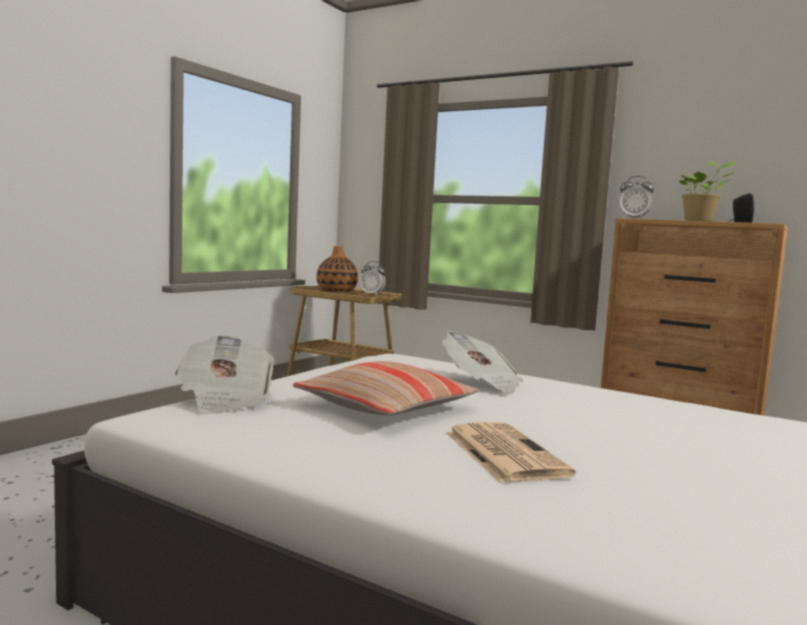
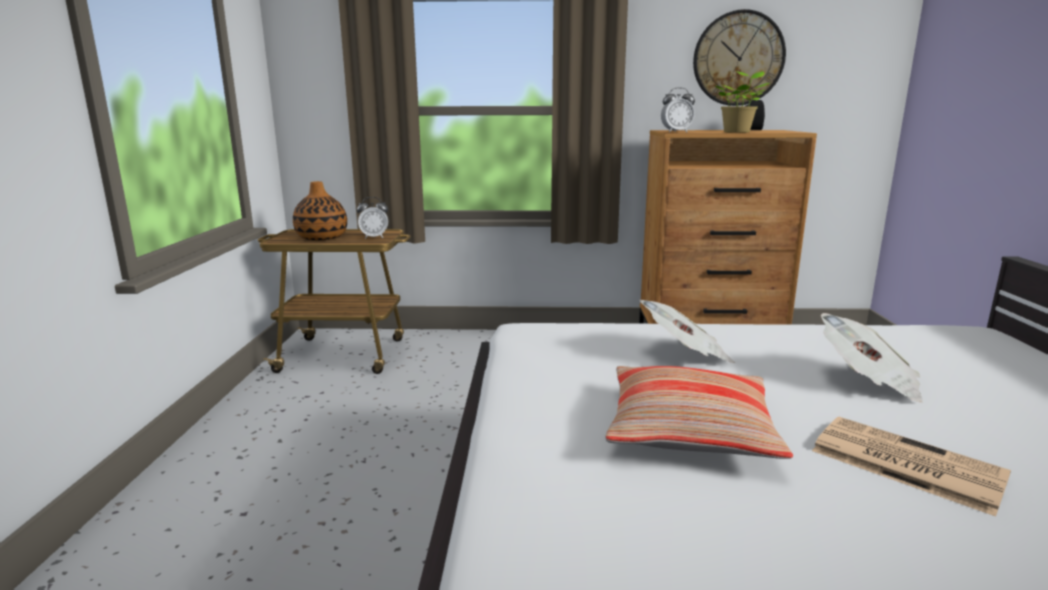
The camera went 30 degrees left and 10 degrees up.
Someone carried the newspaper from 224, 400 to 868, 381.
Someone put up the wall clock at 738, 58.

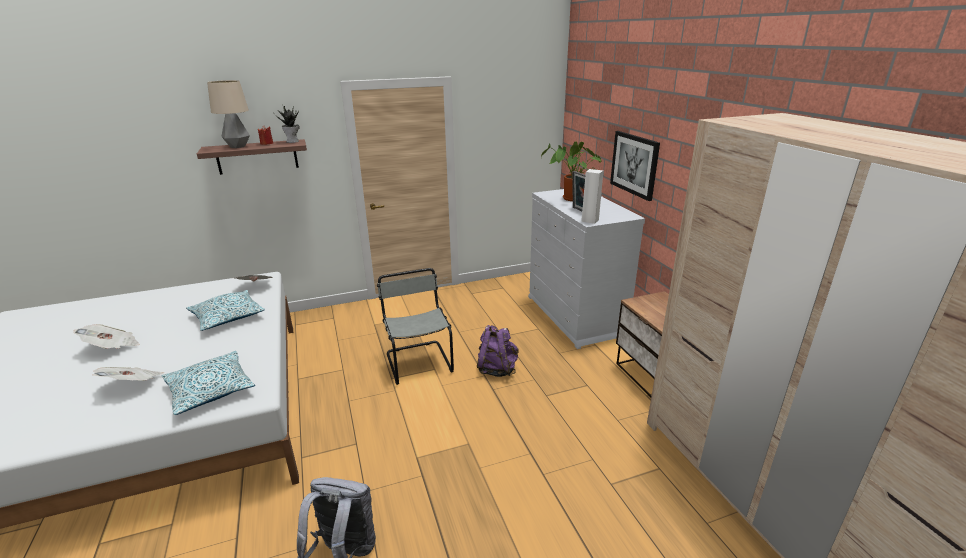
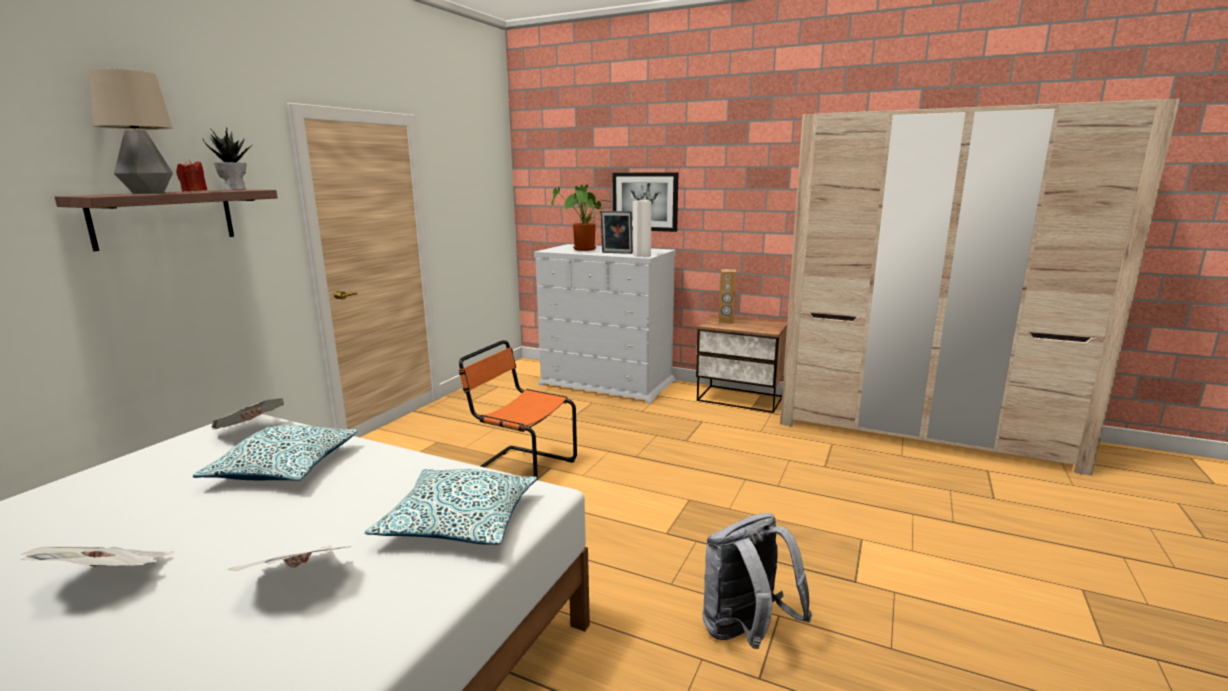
The camera went 45 degrees left and 10 degrees down.
Someone repainted the grey plain chair at 418, 361, which became the orange-coloured plain chair at 519, 469.
Someone took away the purple-coloured backpack at 497, 369.
Someone put down the brown-coloured speaker at 726, 322.

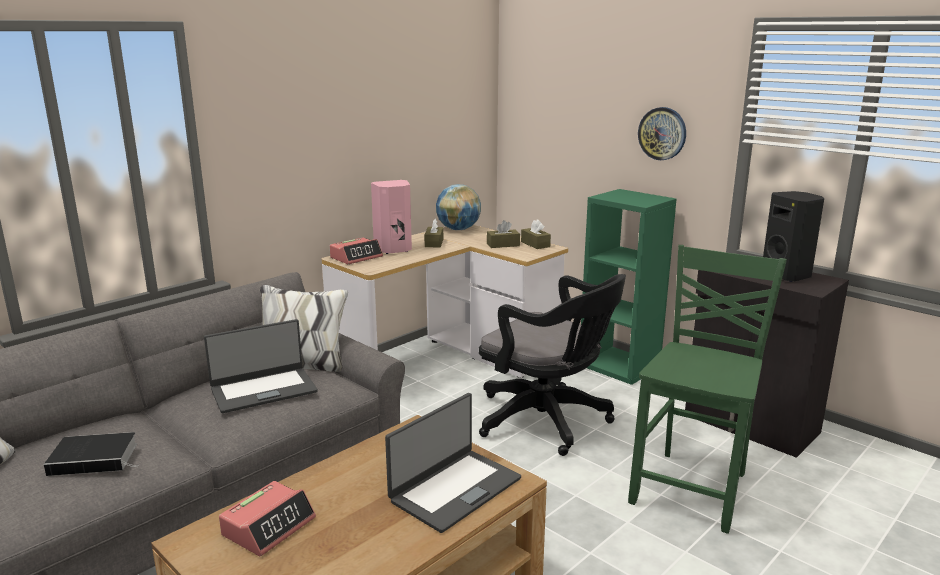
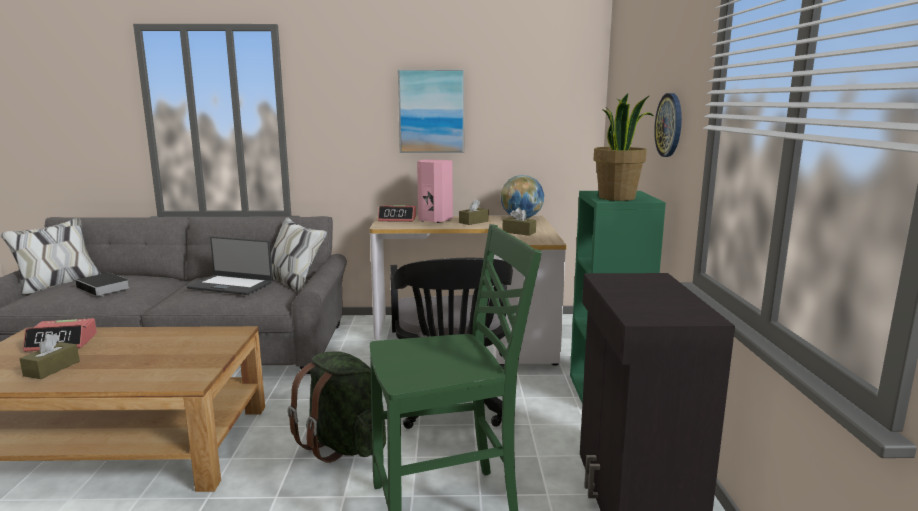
The camera went 45 degrees right and 5 degrees down.
Someone took away the laptop at 454, 489.
Someone carried the brown-coloured box of tissues from 535, 244 to 52, 368.
Someone took away the blackish speaker at 787, 275.
Someone put down the greenish backpack at 344, 445.
Someone put up the picture at 431, 111.
Someone put down the potted plant at 617, 198.

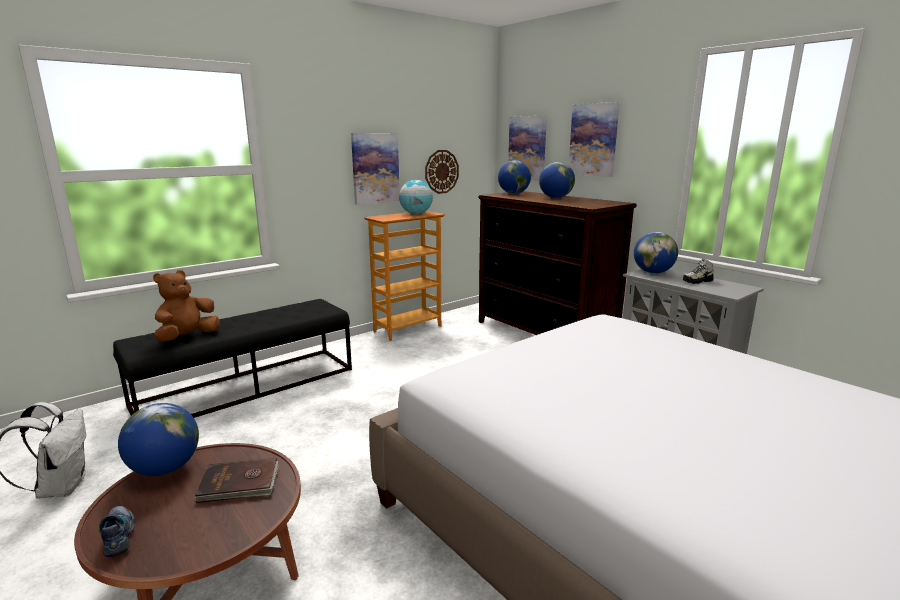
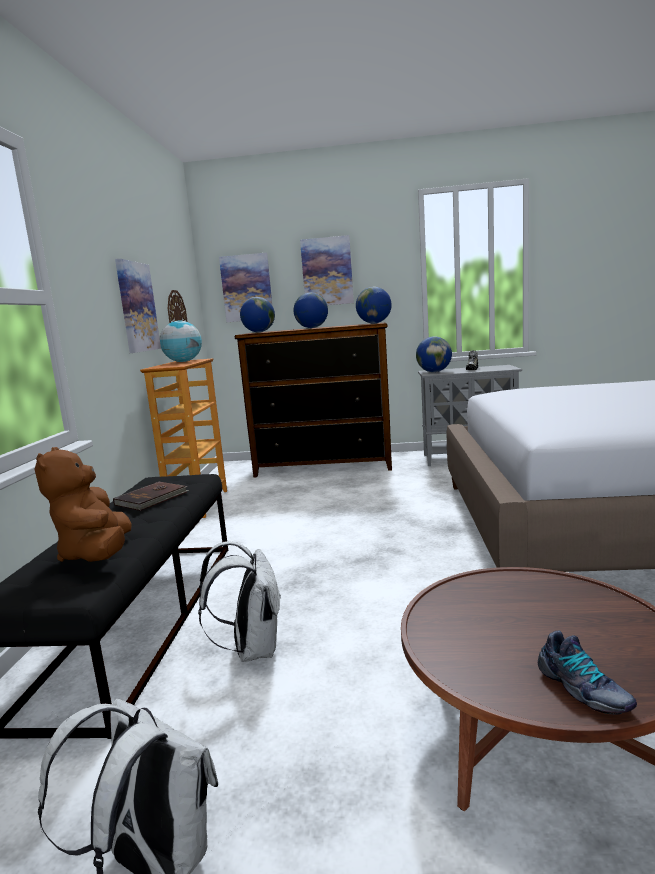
The camera went 45 degrees left and 5 degrees down.
Someone rotated the shoe at 119, 534 by 135 degrees counterclockwise.
Someone carried the globe from 165, 469 to 374, 323.
Someone carried the brown-coloured volume from 239, 483 to 152, 498.
Someone put down the white backpack at 252, 649.

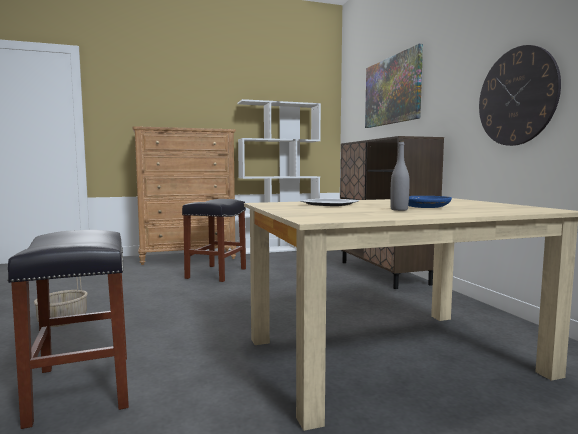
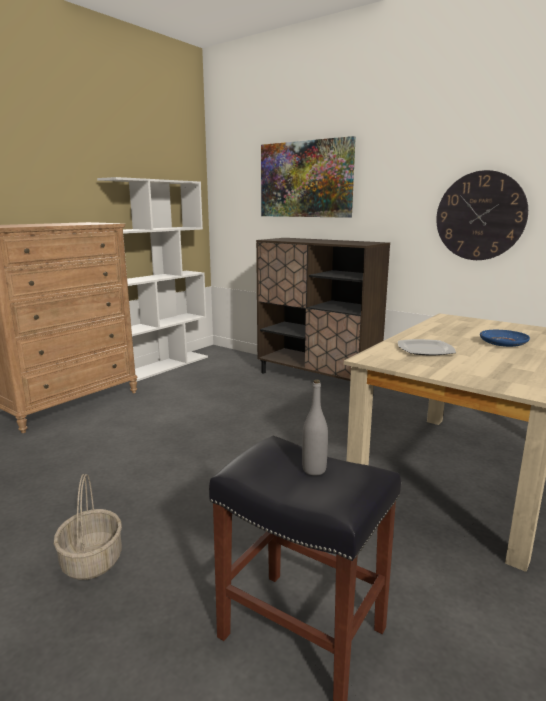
The camera went 35 degrees left and 10 degrees up.
Someone took away the blackish stool at 216, 273.
Someone carried the grey bottle from 399, 210 to 314, 470.

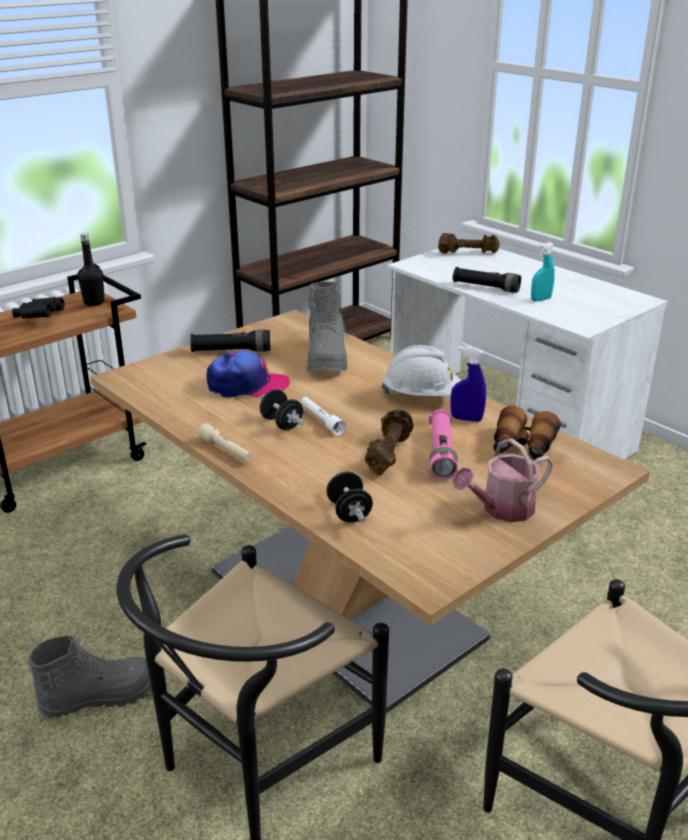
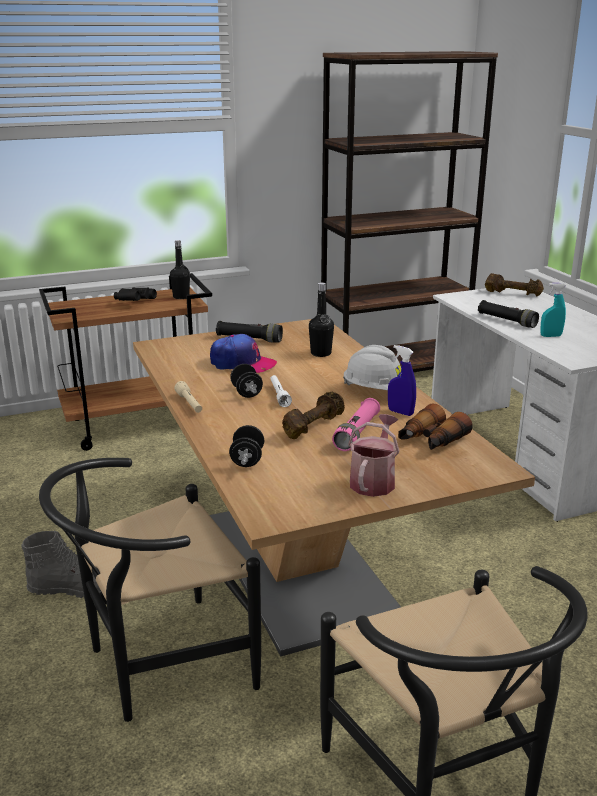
The camera went 20 degrees right and 5 degrees down.
Someone swapped the grey boot at 326, 358 for the blackish bottle at 321, 353.
Someone rotated the watering can at 502, 509 by 120 degrees clockwise.

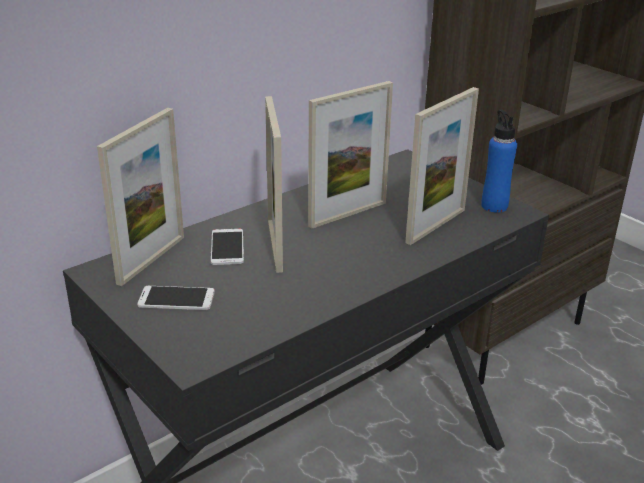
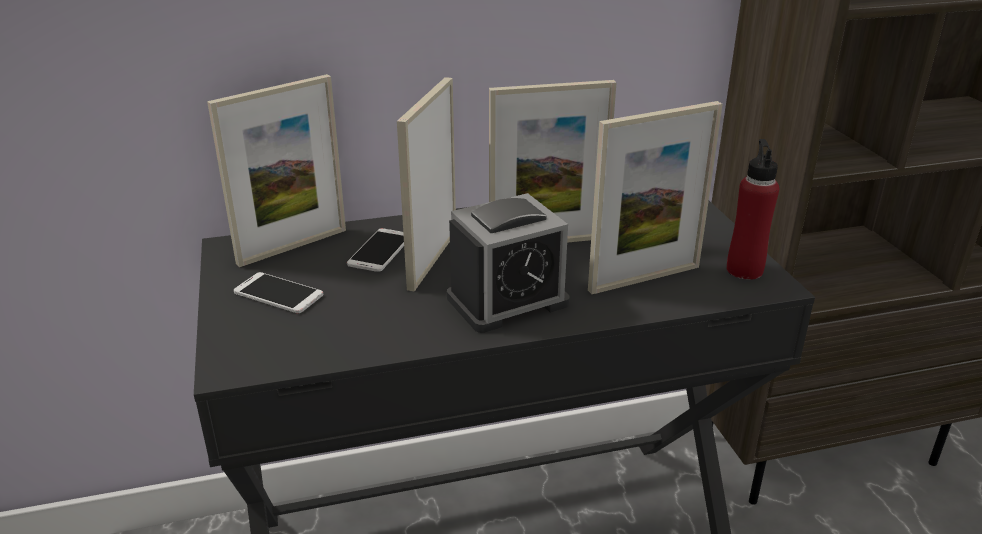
The camera went 25 degrees right and 0 degrees up.
Someone repainted the bluish bottle at 494, 206, which became the red bottle at 744, 270.
Someone put down the bedside clock at 507, 301.

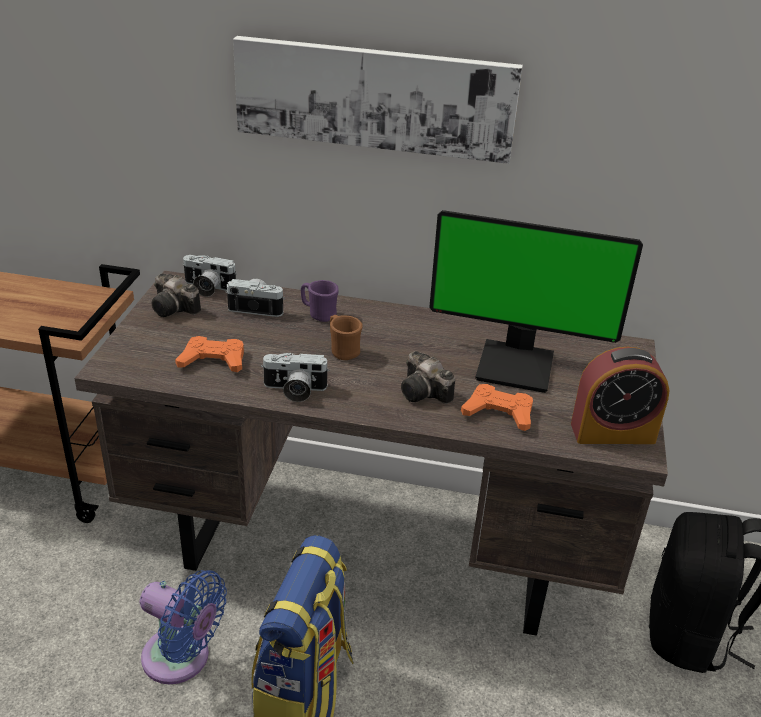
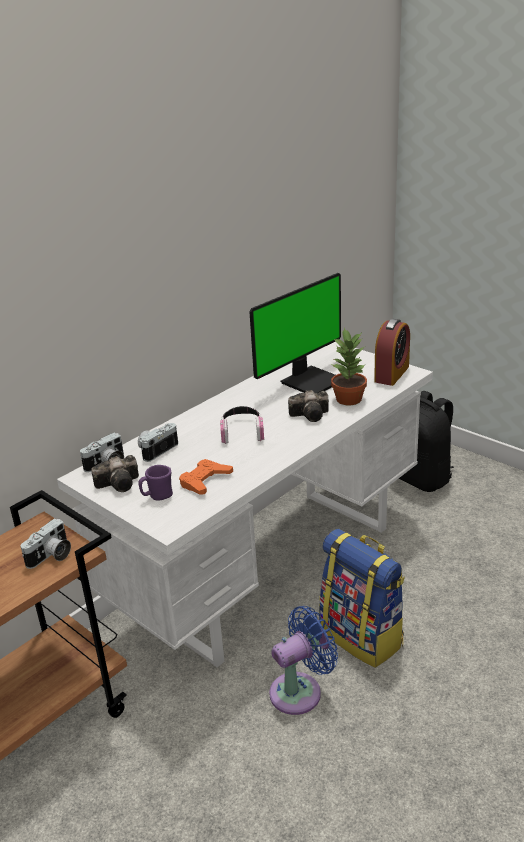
The camera went 55 degrees left and 5 degrees down.
Someone repainted the brown-coloured desk unit at 373, 547, which became the white desk unit at 271, 567.
Someone took away the picture at 374, 97.
Someone carried the still camera from 294, 390 to 51, 556.
Someone carried the purple-coloured tea mug from 319, 314 to 157, 496.
Someone swapped the brown-coloured tea mug at 342, 351 for the headphones at 242, 431.
Someone swapped the orange-coloured game controller at 499, 413 for the potted plant at 349, 399.

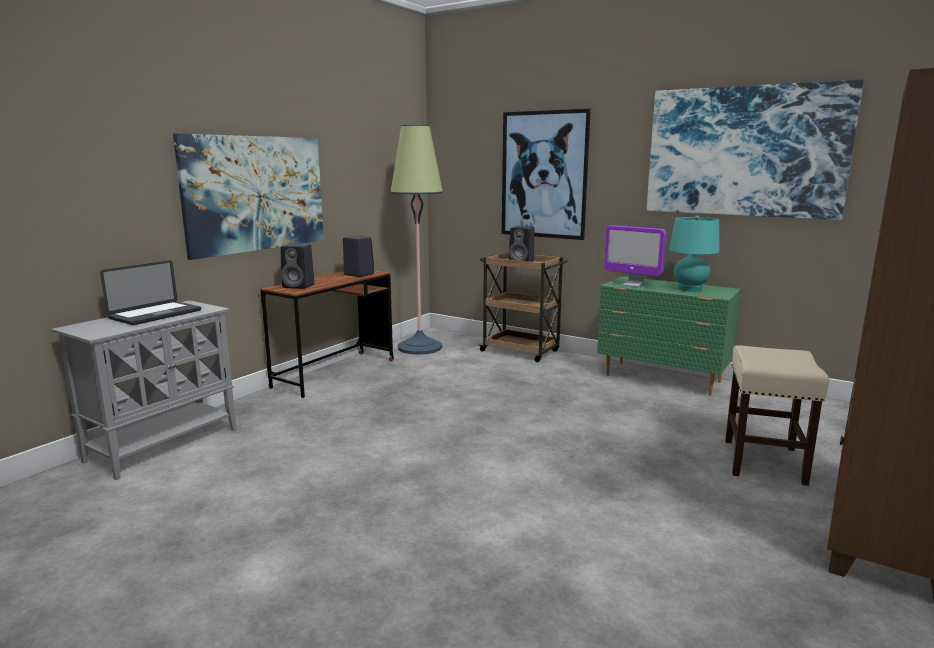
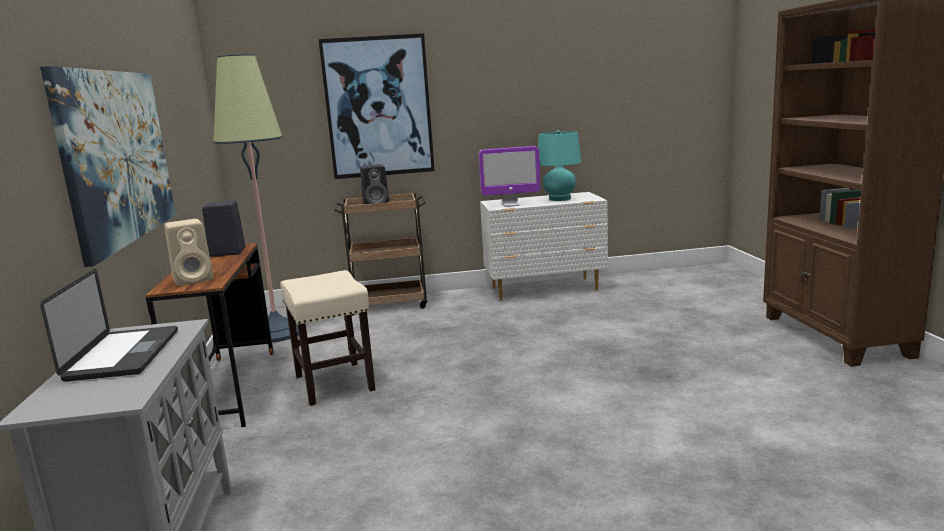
The camera went 40 degrees left and 0 degrees up.
Someone repainted the blackish speaker at 299, 286, which became the sand-coloured speaker at 194, 279.
Someone repainted the greenish chest of drawers at 663, 379, which became the white chest of drawers at 545, 289.
Someone took away the picture at 744, 152.
Someone carried the sand-coloured stool from 764, 462 to 335, 383.

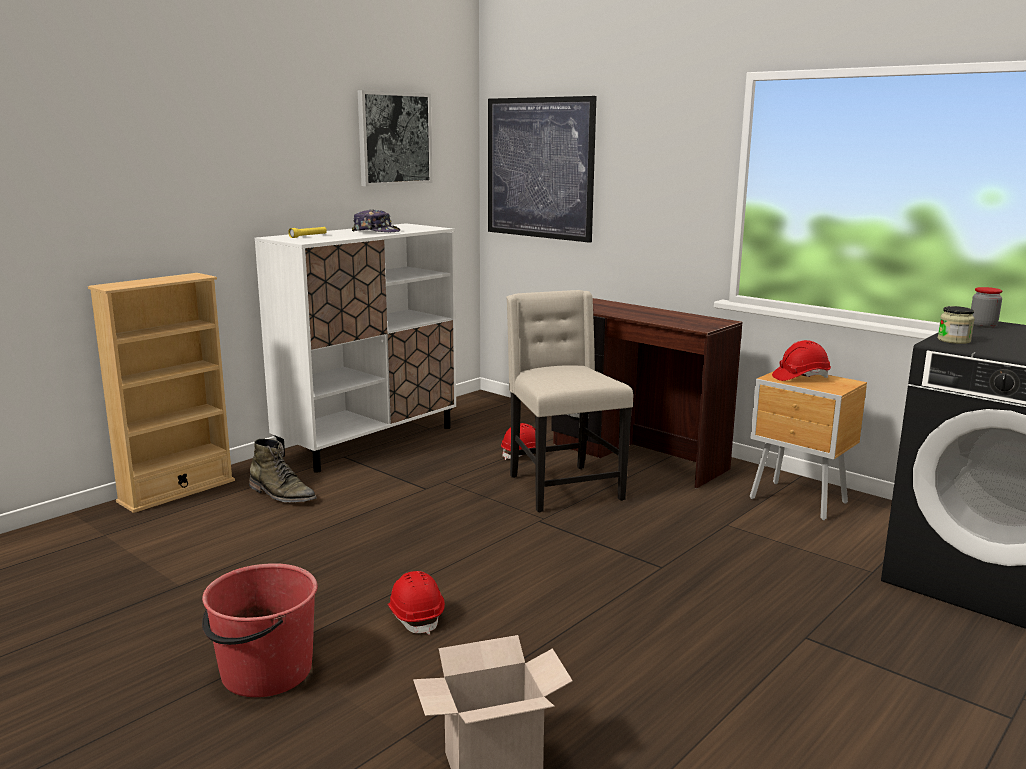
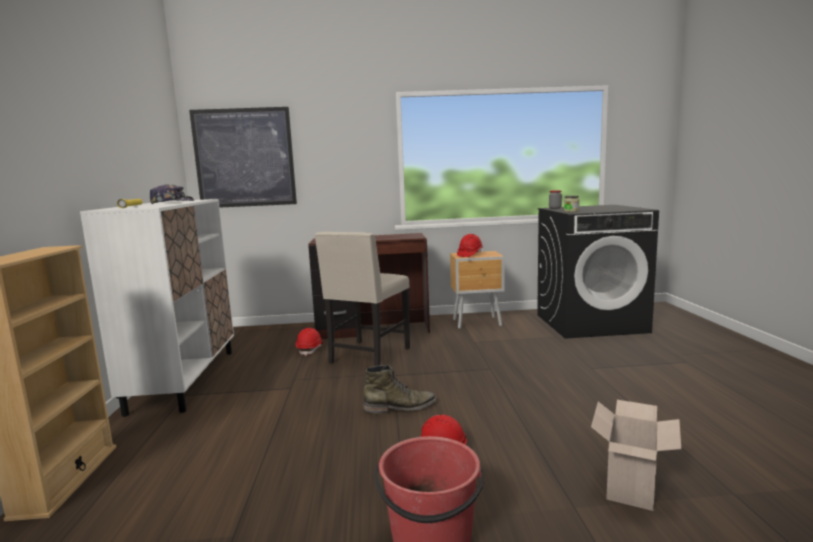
The camera went 45 degrees left and 5 degrees down.
Someone carried the greenish boot from 282, 494 to 400, 407.
Someone took away the picture at 394, 138.
Someone rotated the sand-coloured plain chair at 562, 487 by 90 degrees counterclockwise.

